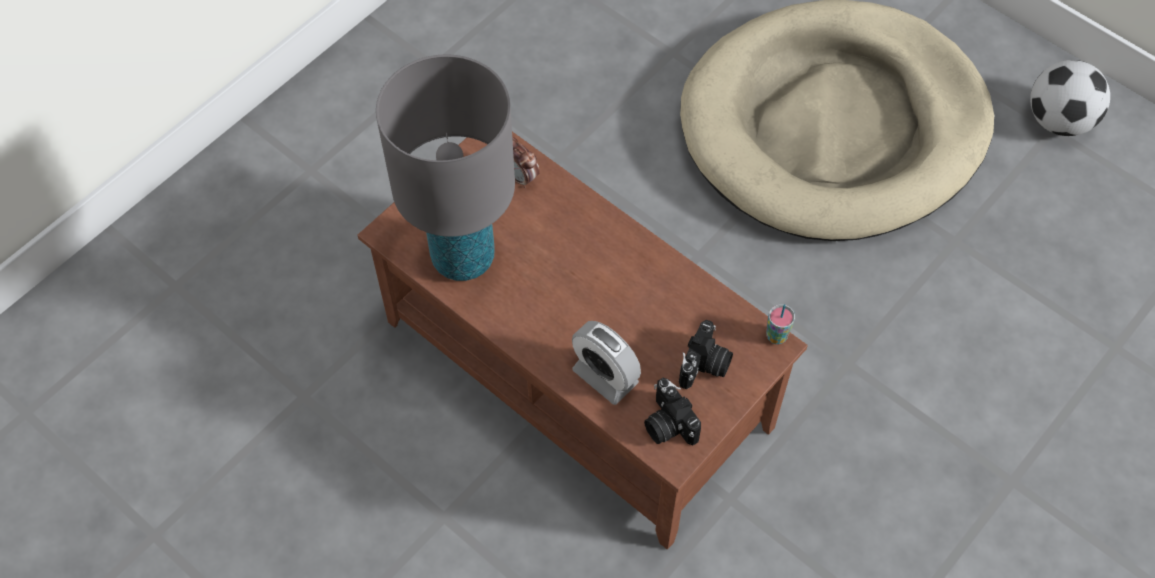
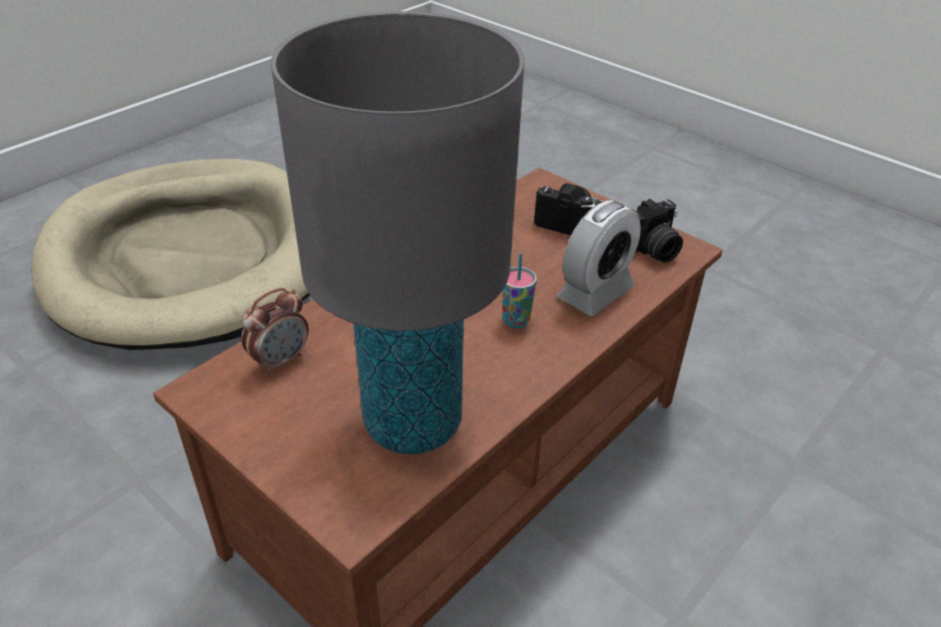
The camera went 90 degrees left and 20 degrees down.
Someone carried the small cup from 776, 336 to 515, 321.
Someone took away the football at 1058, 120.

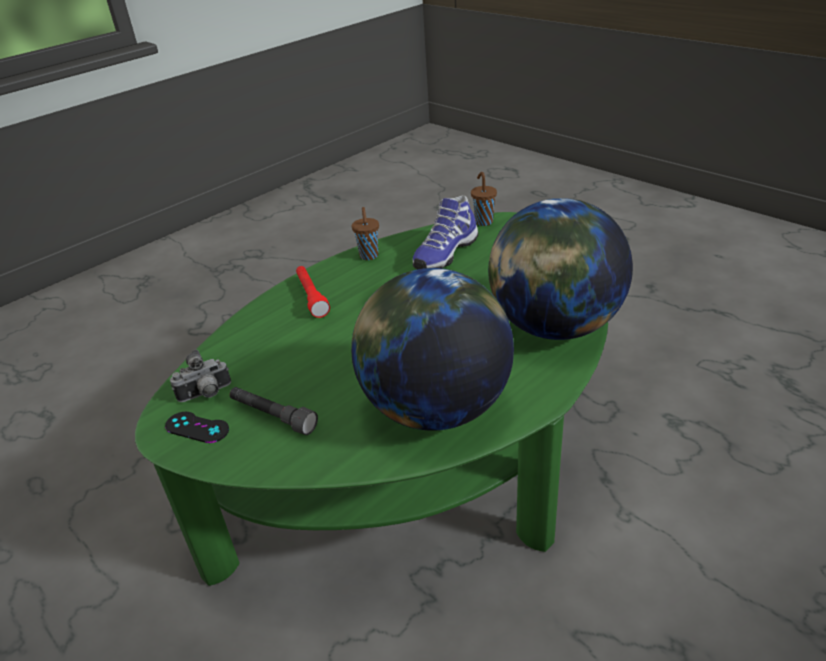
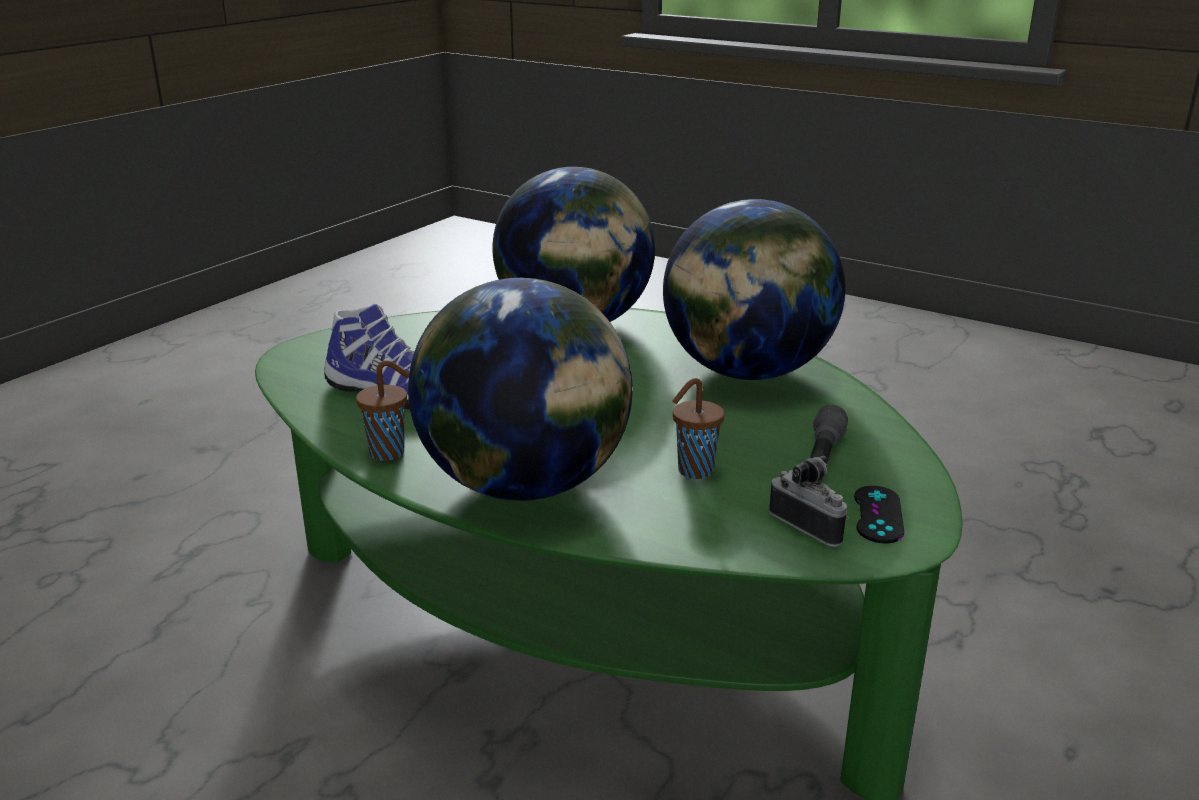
The camera went 105 degrees left and 10 degrees down.
Someone swapped the red hand torch at 311, 297 for the globe at 526, 485.
Someone carried the brown-coloured small cup from 483, 221 to 693, 471.

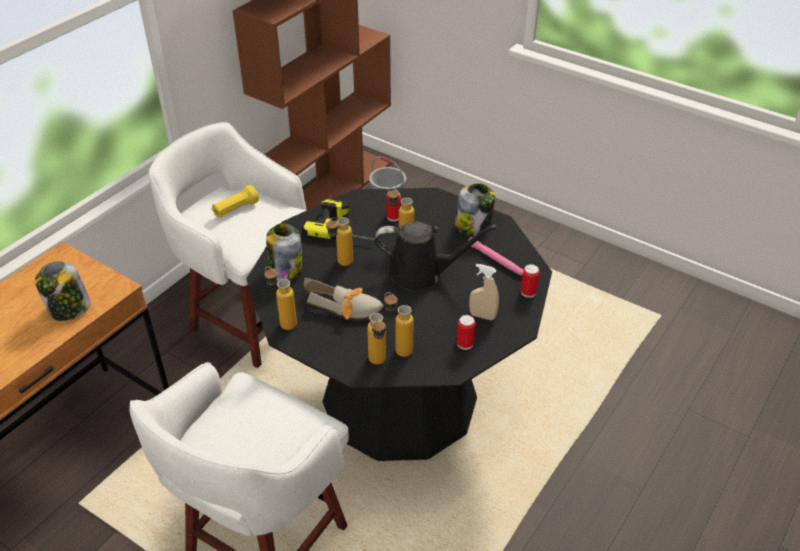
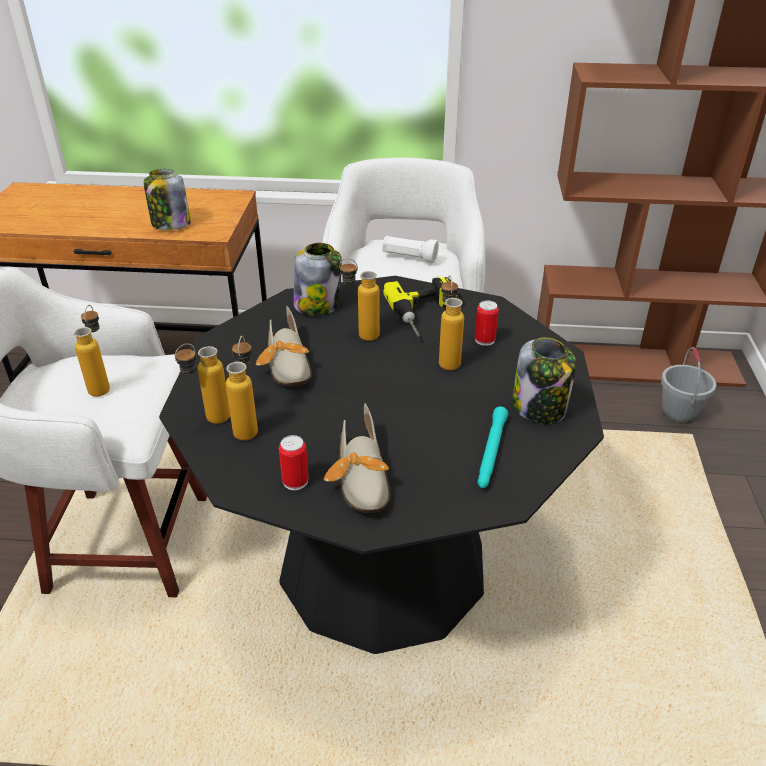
The camera went 60 degrees right and 5 degrees down.
Someone repainted the yellow-coloured hand torch at 235, 209, which became the white hand torch at 409, 257.
Someone carried the bottle from 283, 321 to 102, 385.
Someone took away the blackish watering can at 421, 274.
Someone repainted the pinkish hand torch at 496, 260, which became the blue-green hand torch at 491, 453.
Someone swapped the sand-coloured sprayer at 482, 316 for the shoe at 363, 479.
Someone took away the metal can at 528, 292.

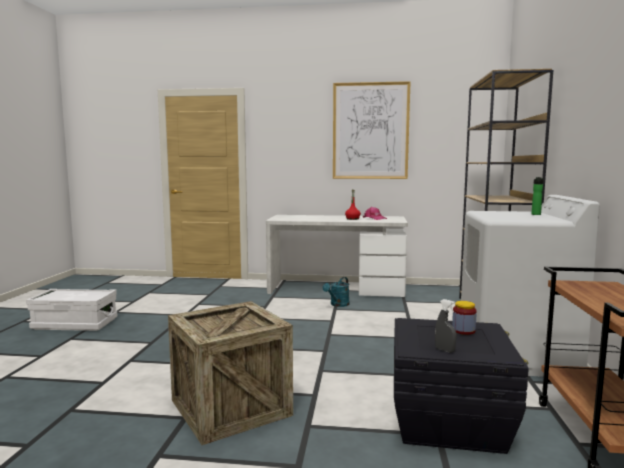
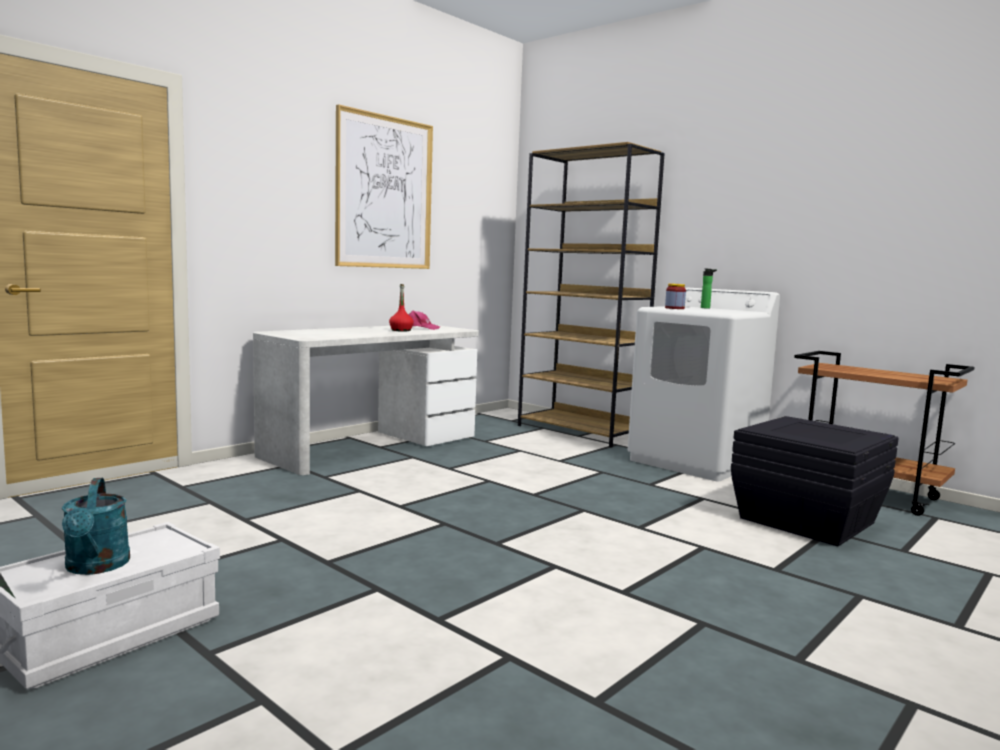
The camera went 55 degrees left and 0 degrees up.
Someone took away the shipping crate at 230, 407.
Someone carried the blue-green watering can from 338, 305 to 96, 567.
Someone took away the grey sprayer at 444, 350.
Someone carried the preserve jar from 463, 330 to 674, 308.

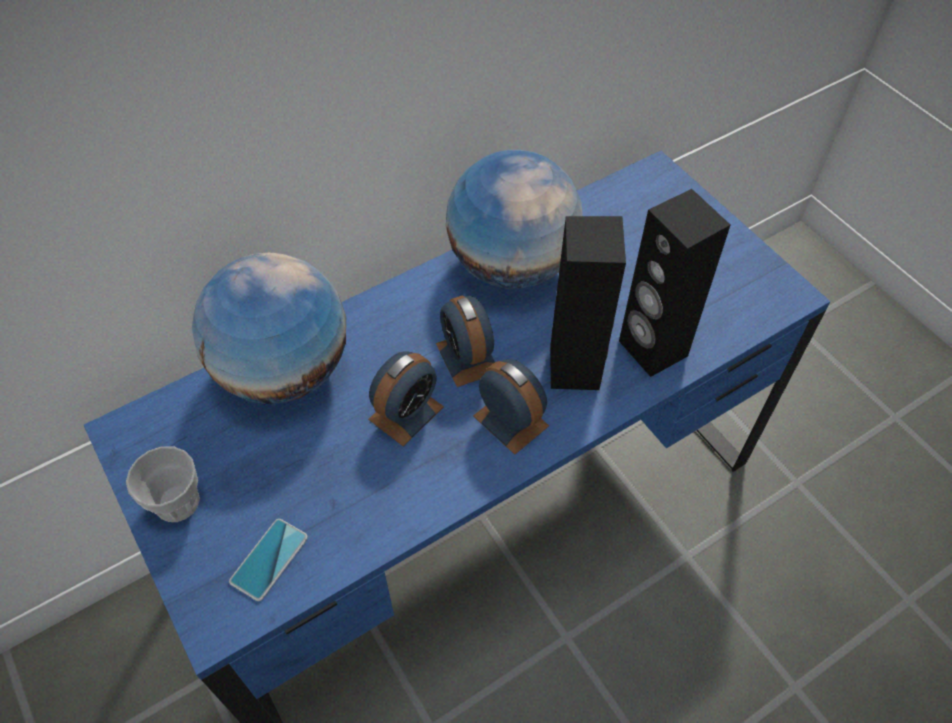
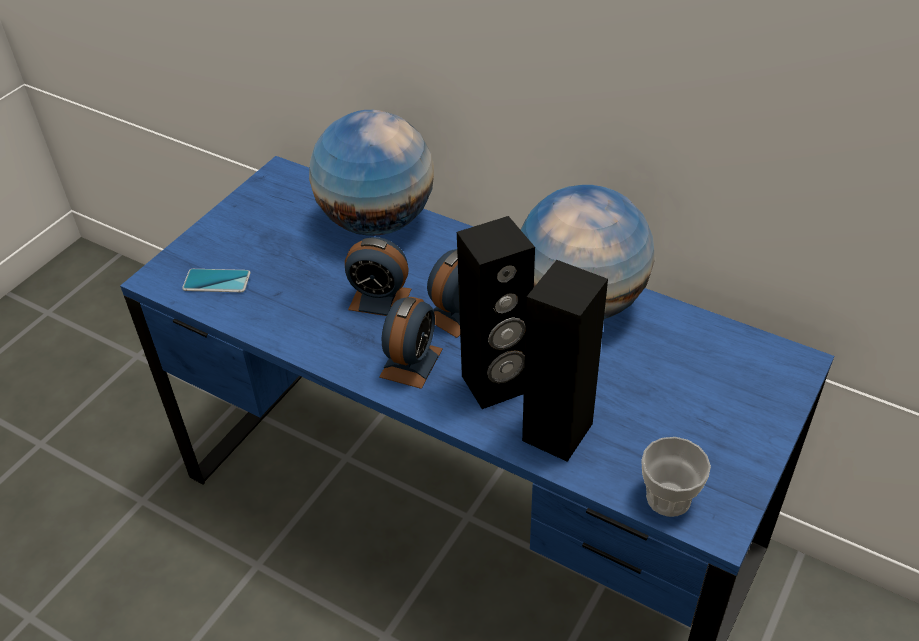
The camera went 65 degrees right and 10 degrees down.
Someone carried the small cup from 177, 502 to 668, 498.

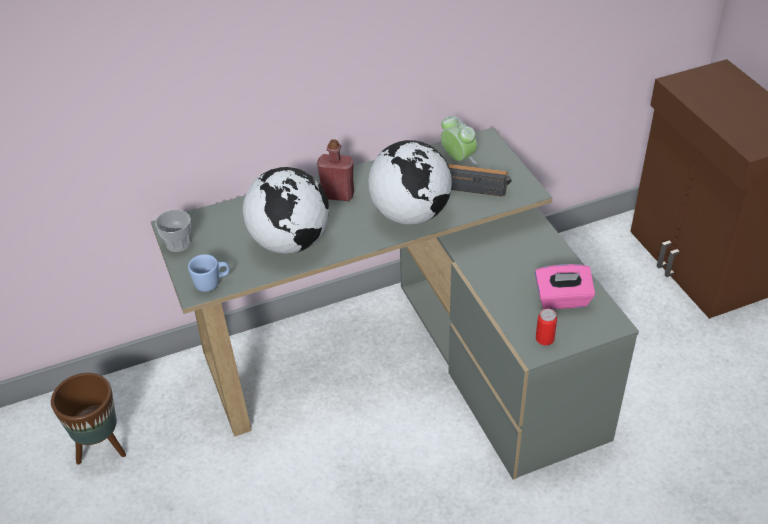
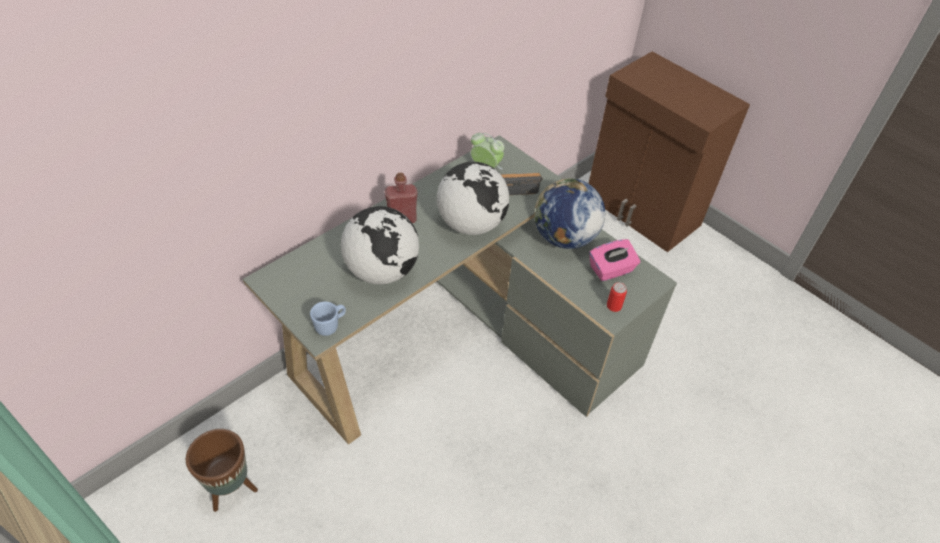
The camera went 25 degrees left and 5 degrees up.
Someone took away the small cup at 178, 244.
Someone put down the globe at 563, 238.

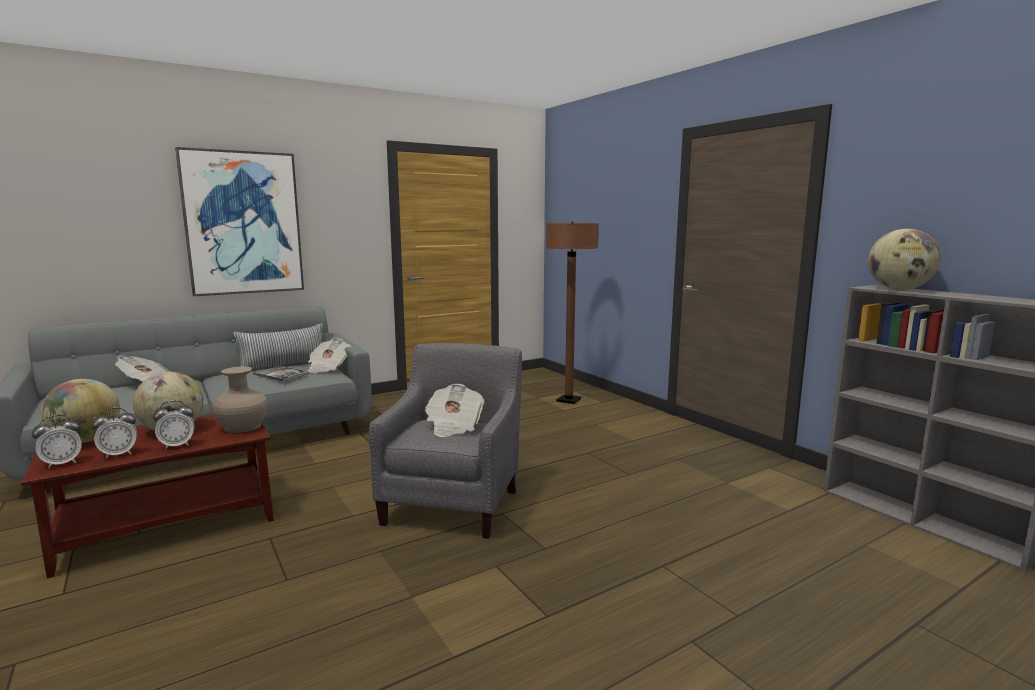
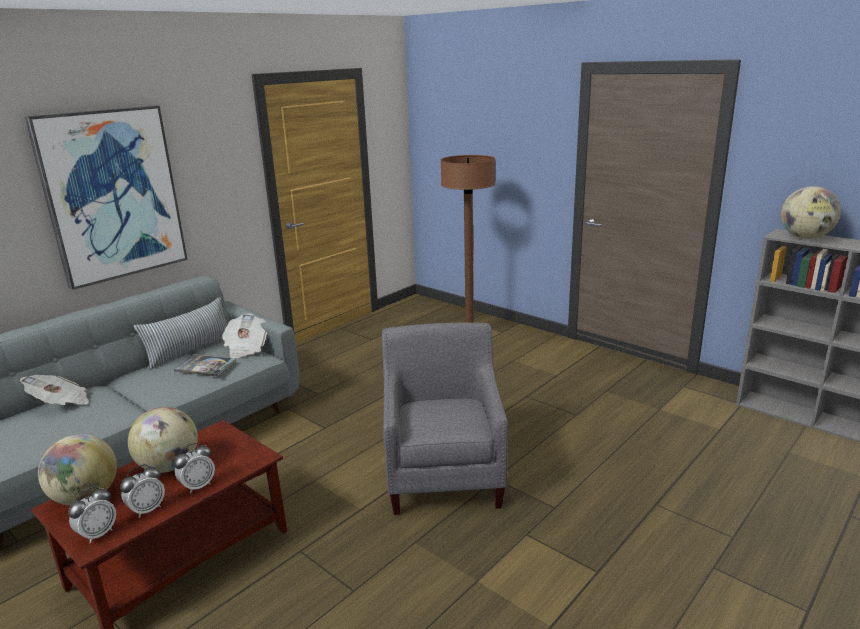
The camera went 15 degrees left and 10 degrees up.
Someone took away the sand-coloured vase at 242, 426.
Someone took away the newspaper at 453, 426.

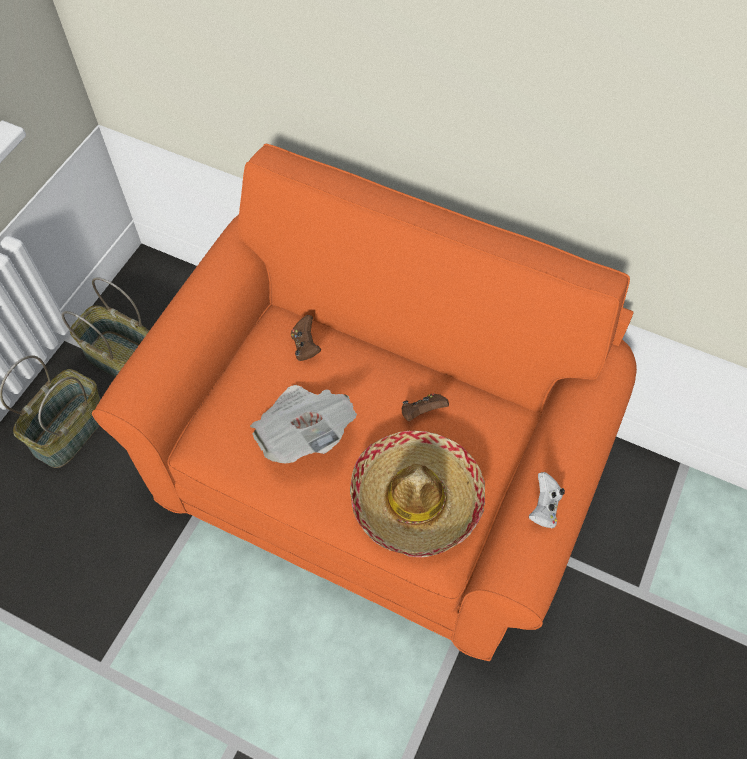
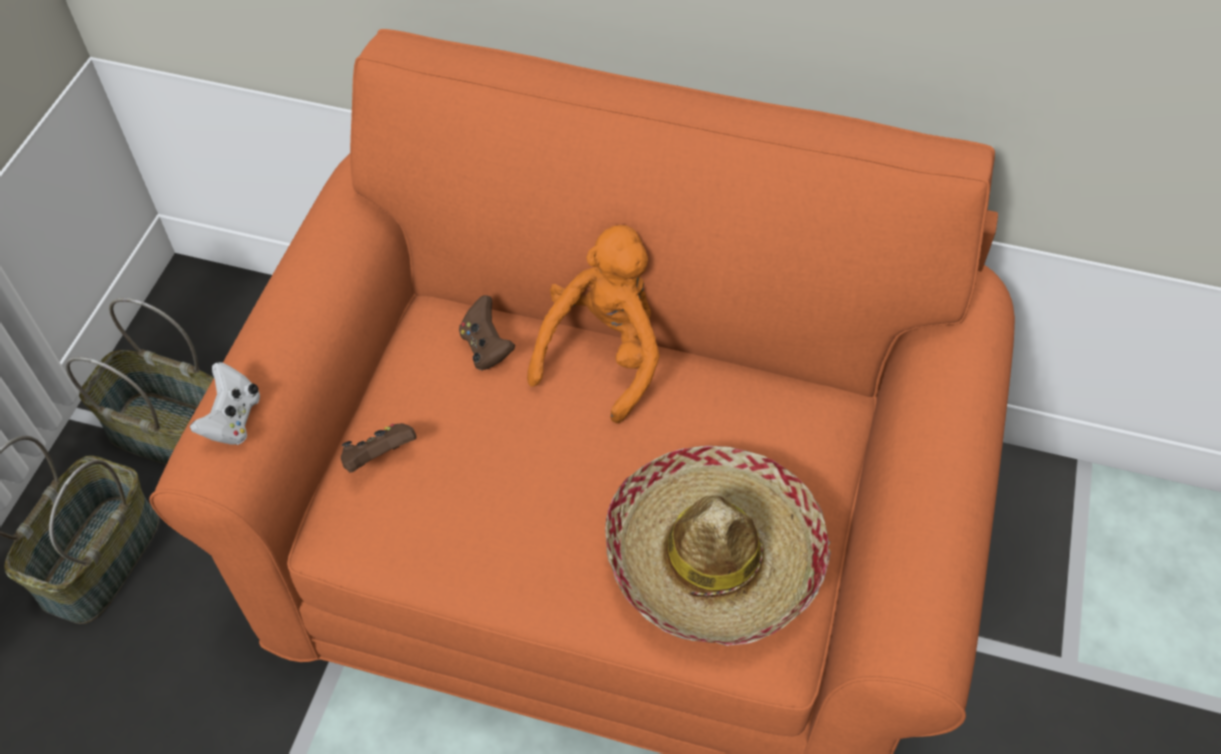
The camera went 10 degrees left and 5 degrees down.
Someone took away the newspaper at 304, 433.
Someone carried the brown-coloured game controller from 422, 412 to 379, 458.
Someone carried the white game controller from 544, 508 to 233, 419.
Someone put down the orange-coloured cuddly toy at 604, 353.

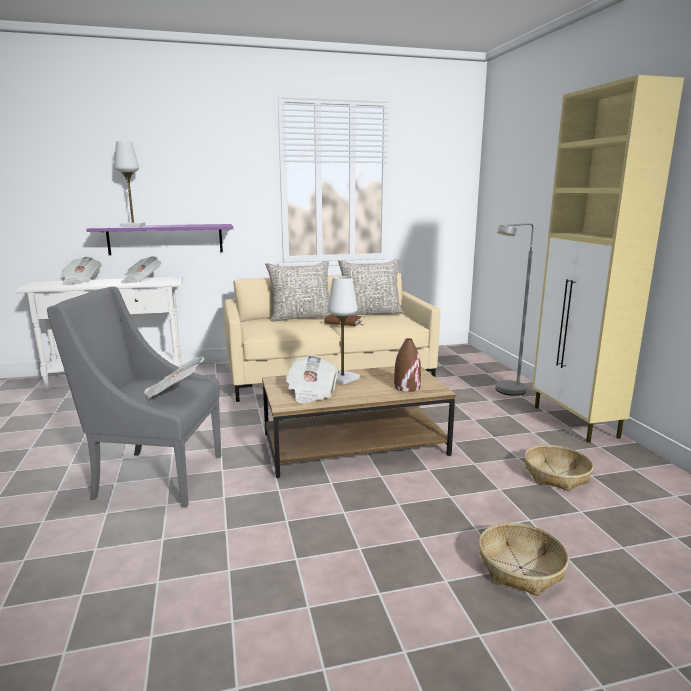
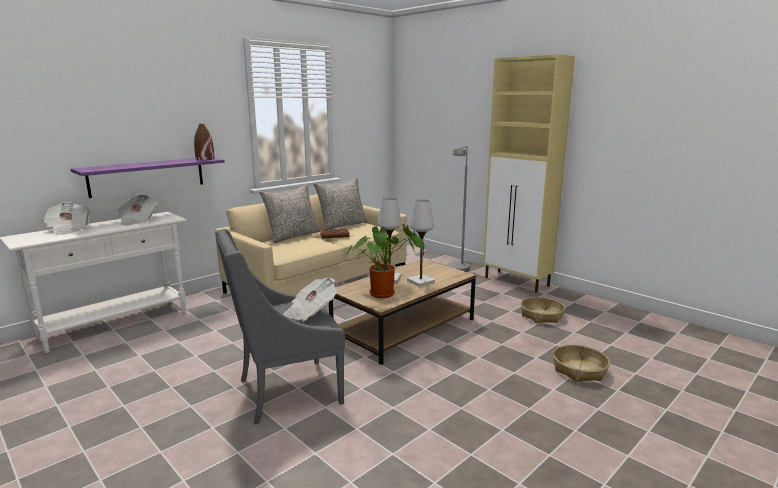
The camera went 30 degrees left and 0 degrees up.
Someone carried the white lamp for a table from 133, 226 to 421, 282.
Someone swapped the newspaper at 311, 393 for the potted plant at 385, 293.
Someone carried the brown-coloured vase from 406, 387 to 204, 159.

